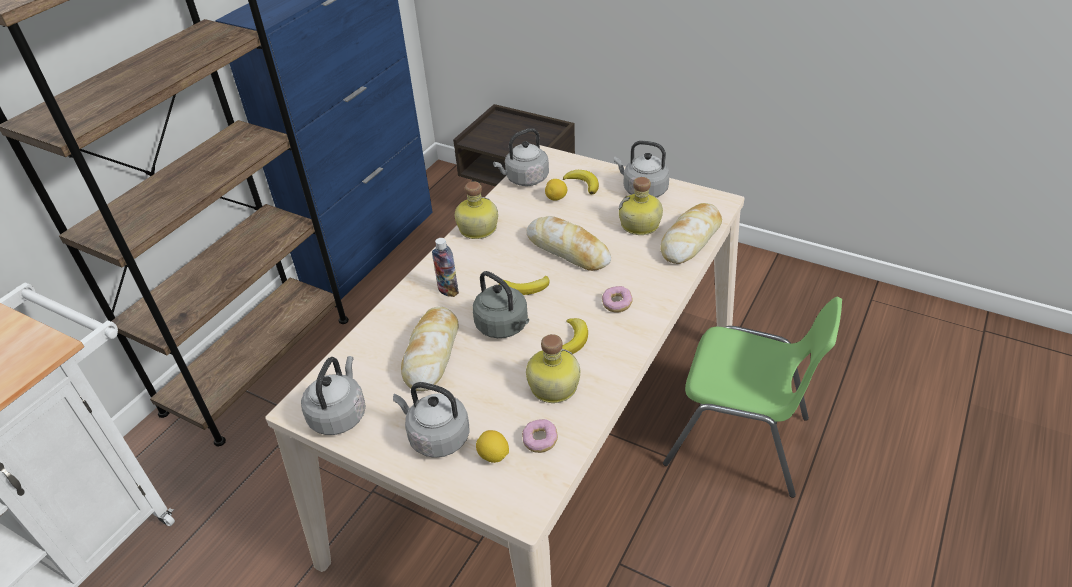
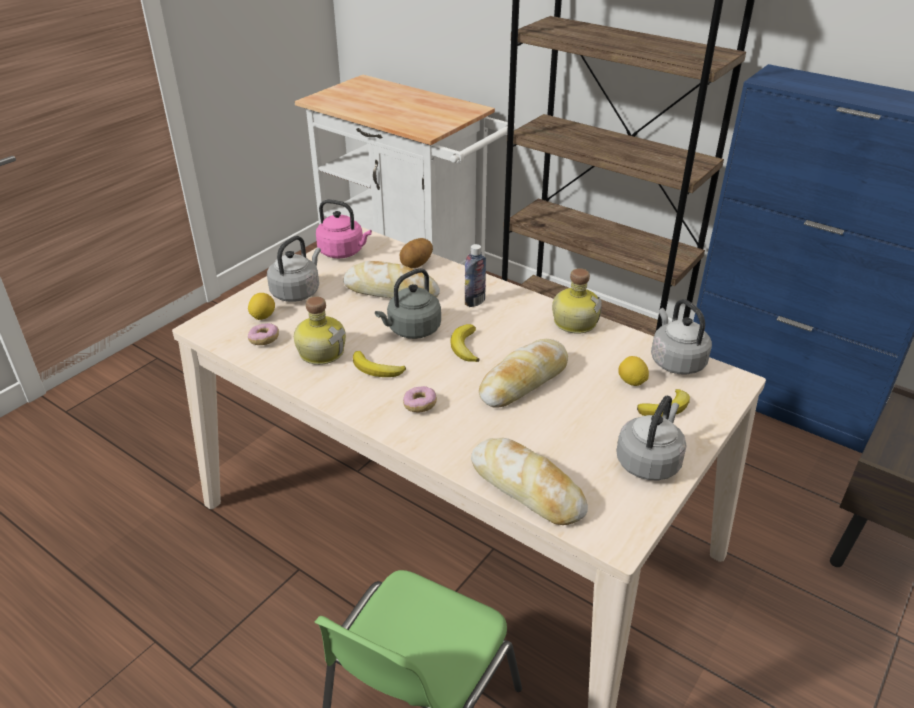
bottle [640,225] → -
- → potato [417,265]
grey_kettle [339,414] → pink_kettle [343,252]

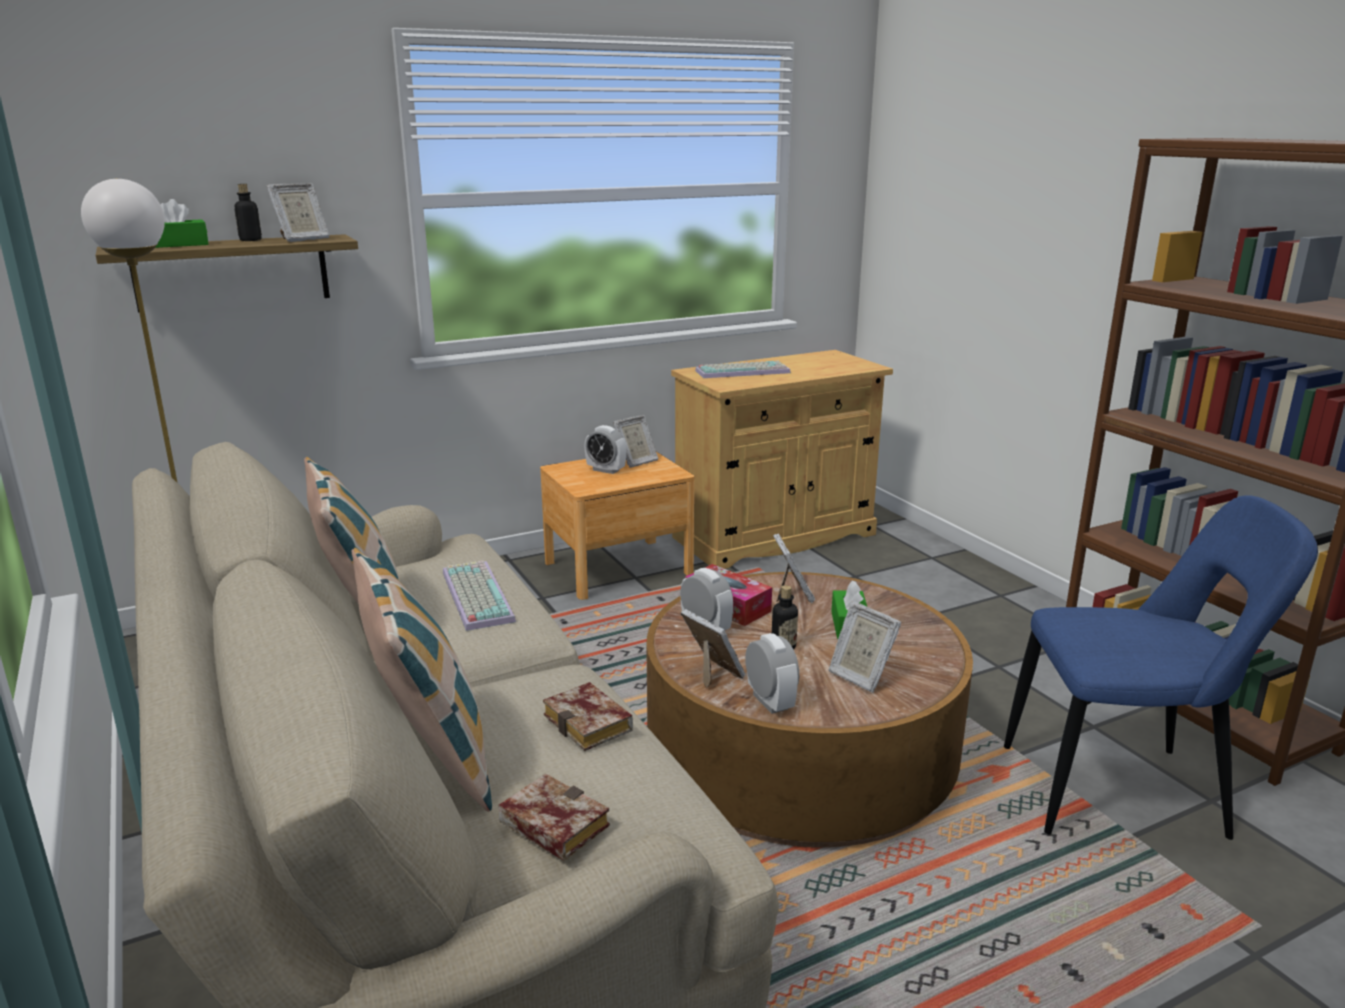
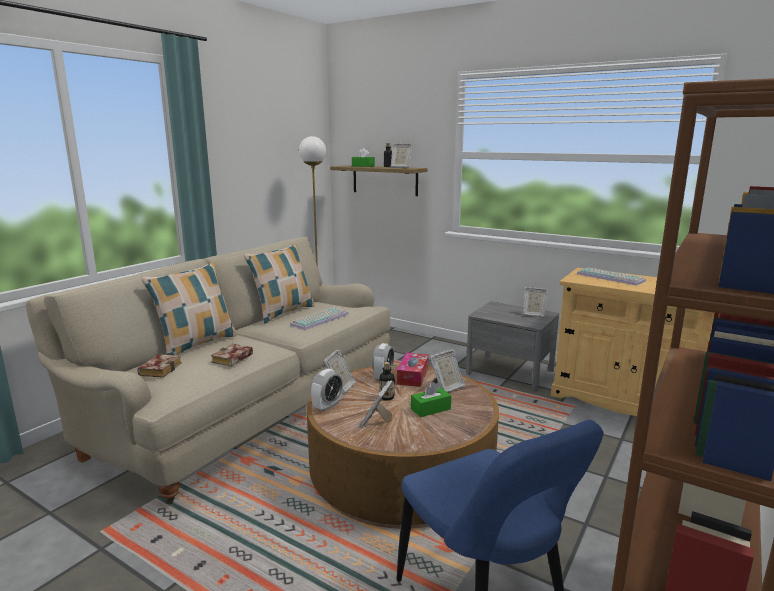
alarm_clock [606,470] → -
brown_nightstand [618,568] → grey_nightstand [510,372]

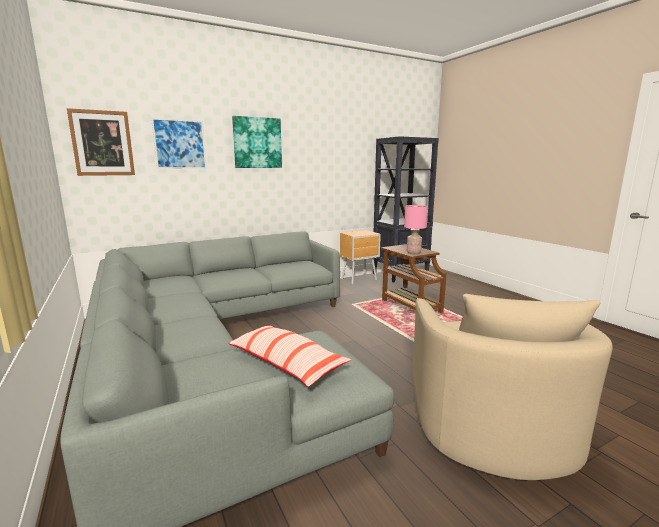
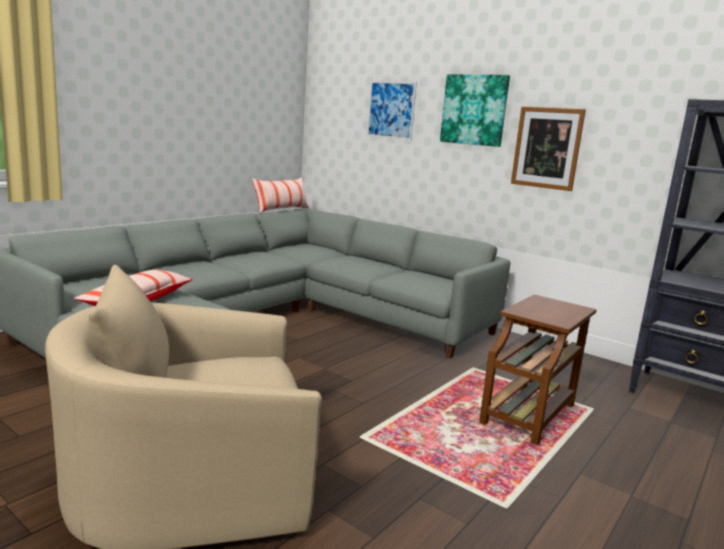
brown_nightstand [360,279] → -
pink_table_lamp [413,253] → -
- → pillow [281,210]
picture [102,143] → picture [547,148], shifted

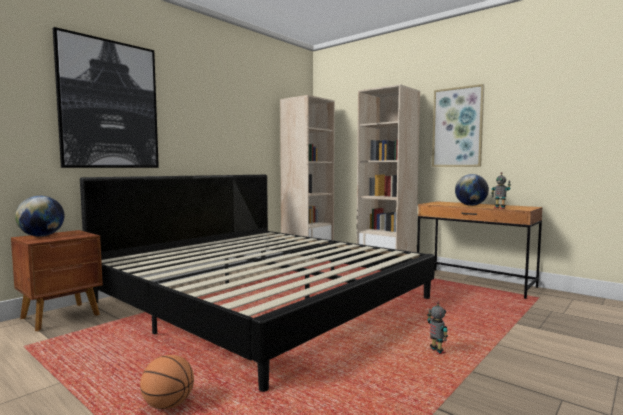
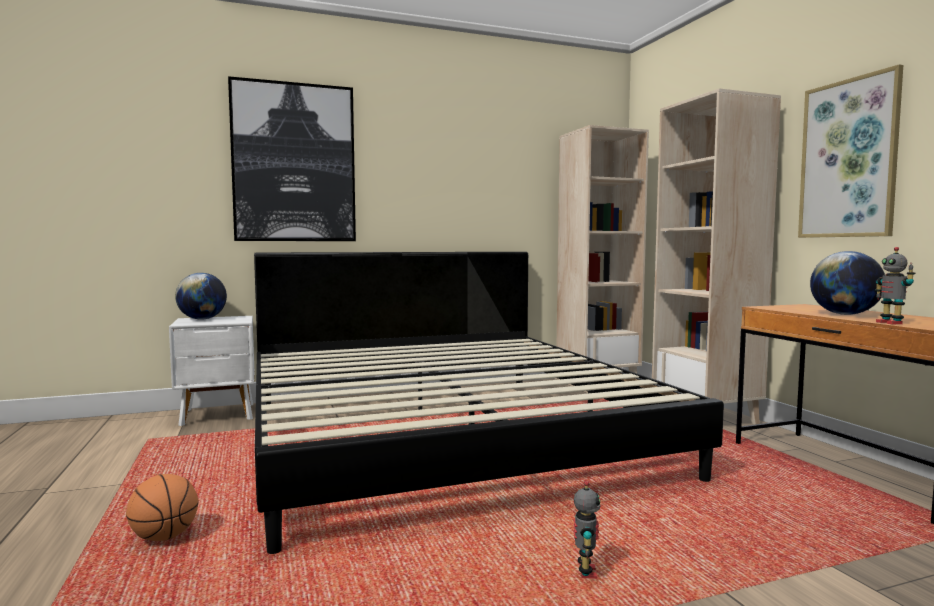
brown_nightstand [62,316] → white_nightstand [219,415]

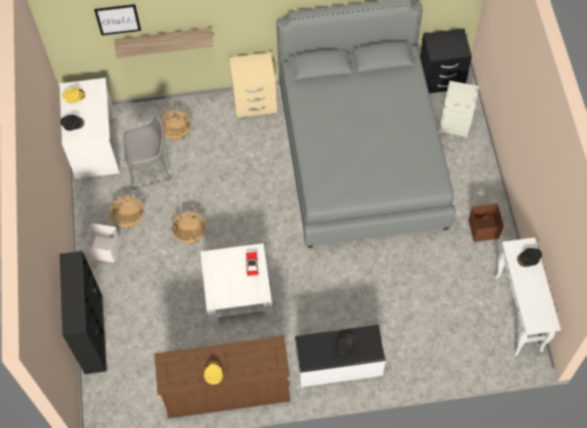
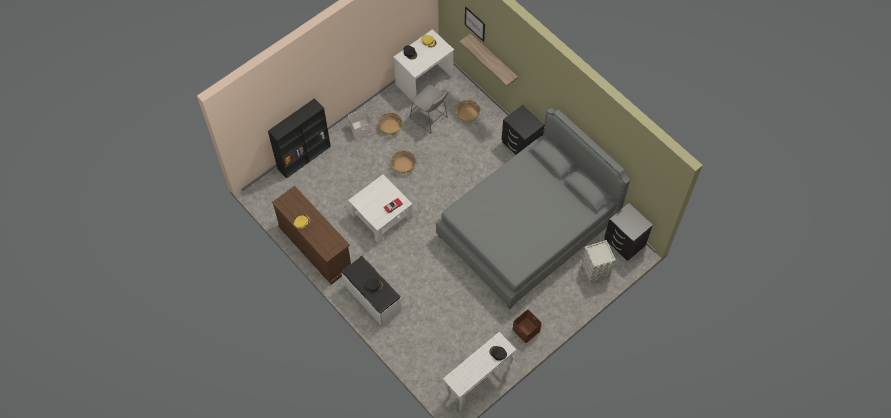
beige_nightstand [255,102] → black_nightstand [520,145]

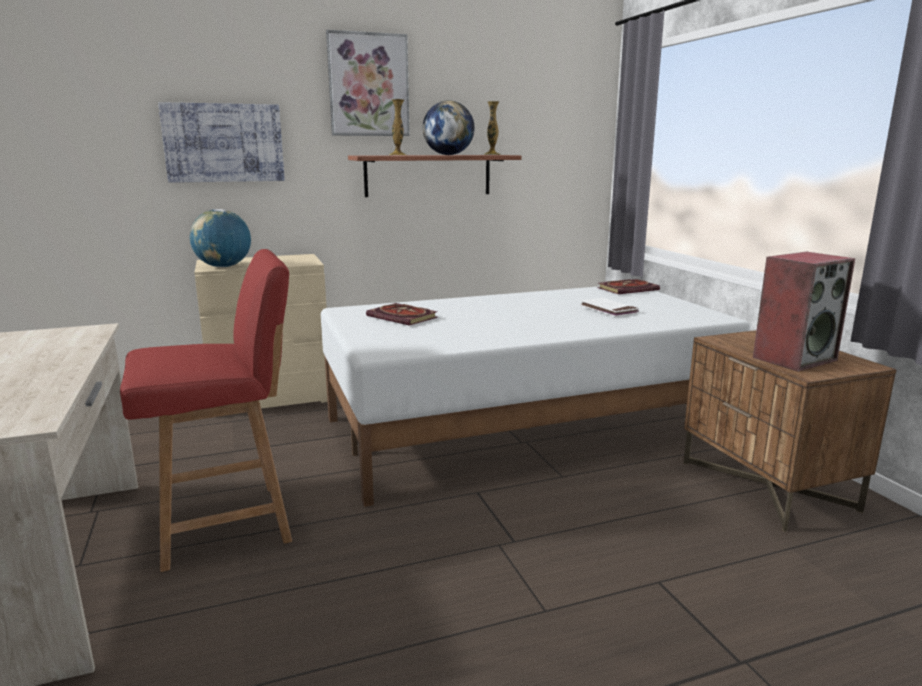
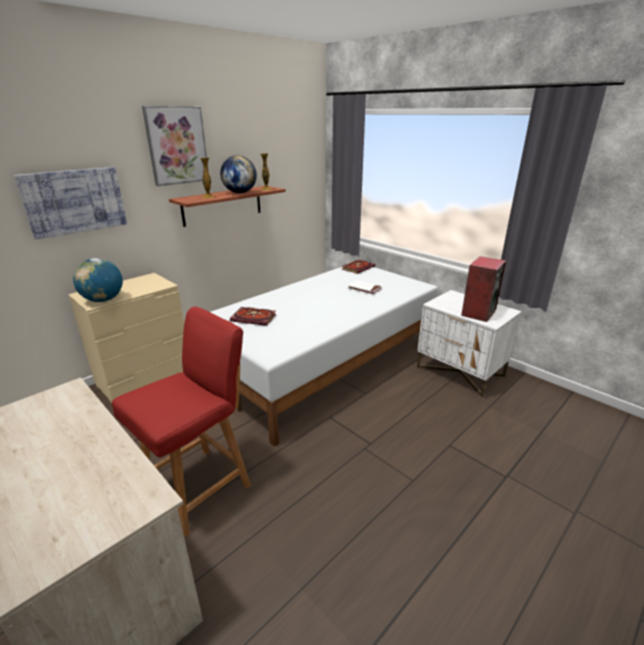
brown_nightstand [768,486] → white_nightstand [460,373]

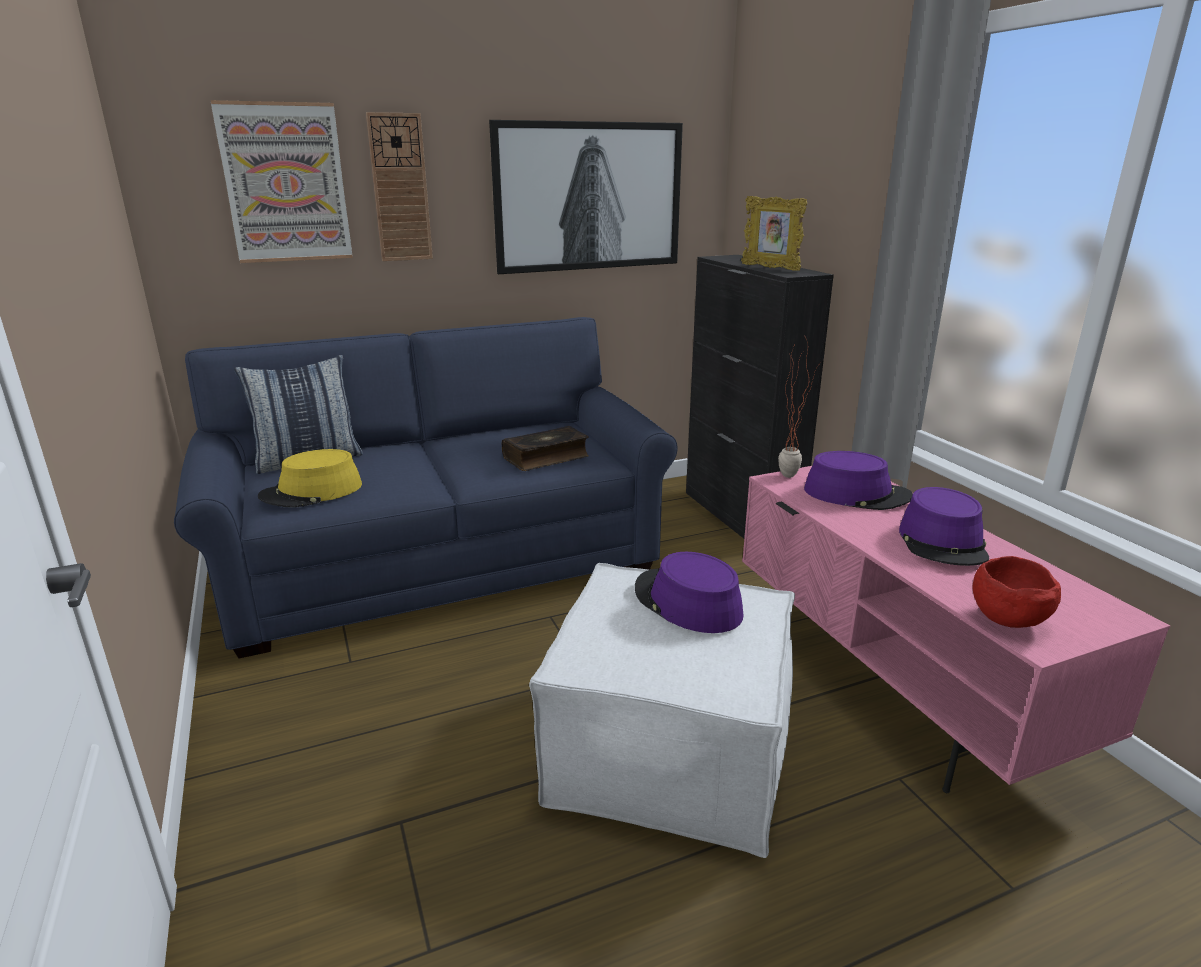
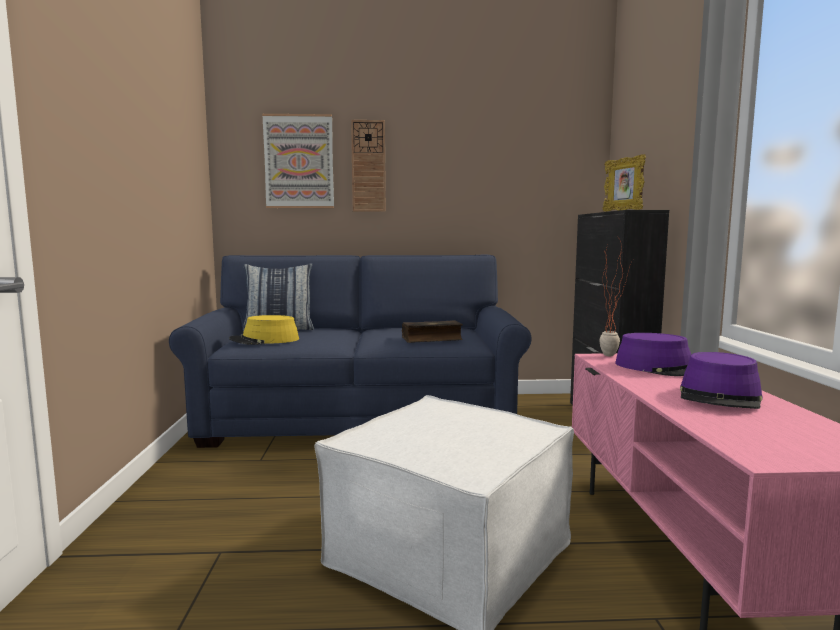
picture [589,197] → -
purple_hat [687,602] → -
red_bowl [1006,618] → -

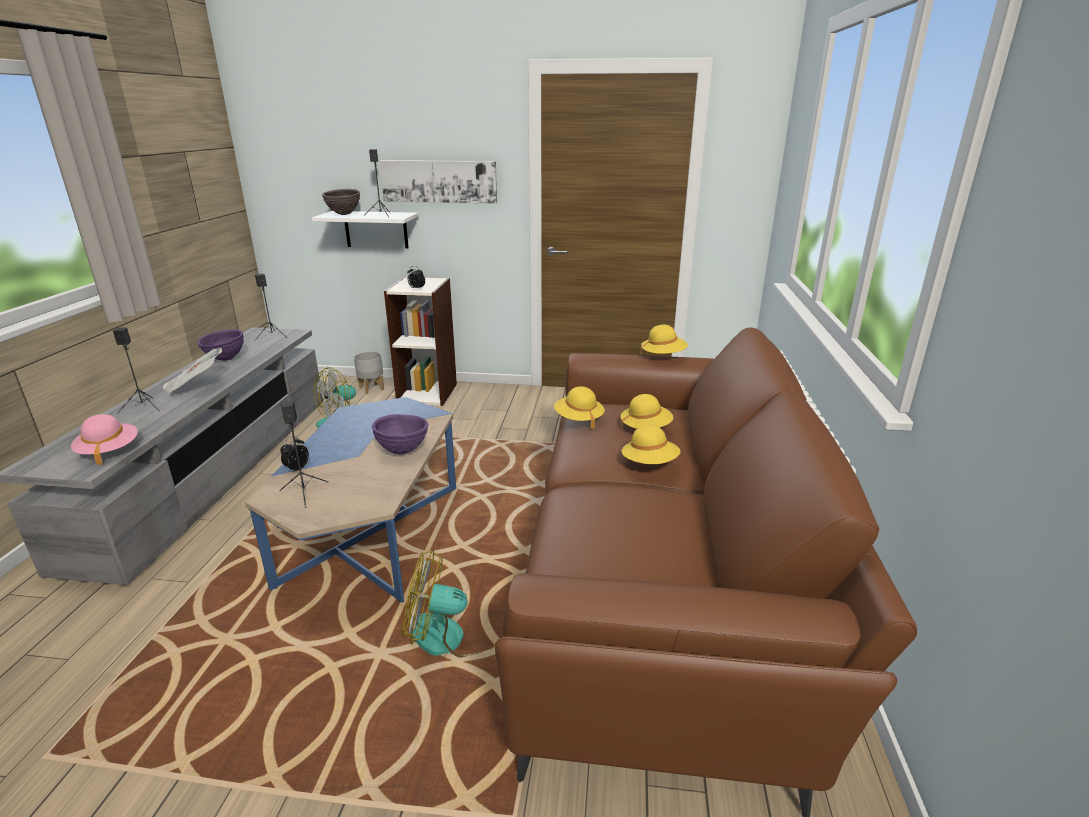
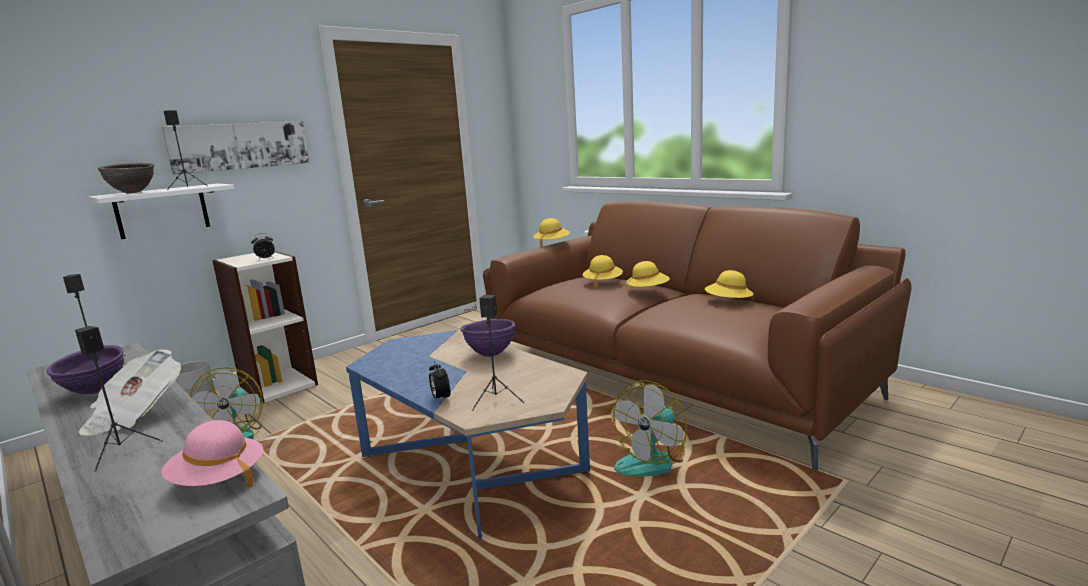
yellow_hat [578,419] → yellow_hat [728,302], shifted

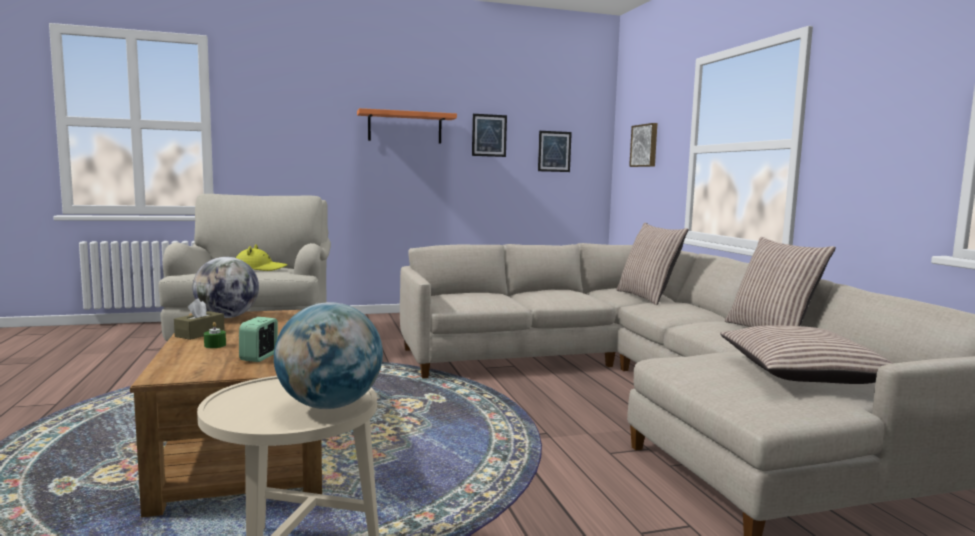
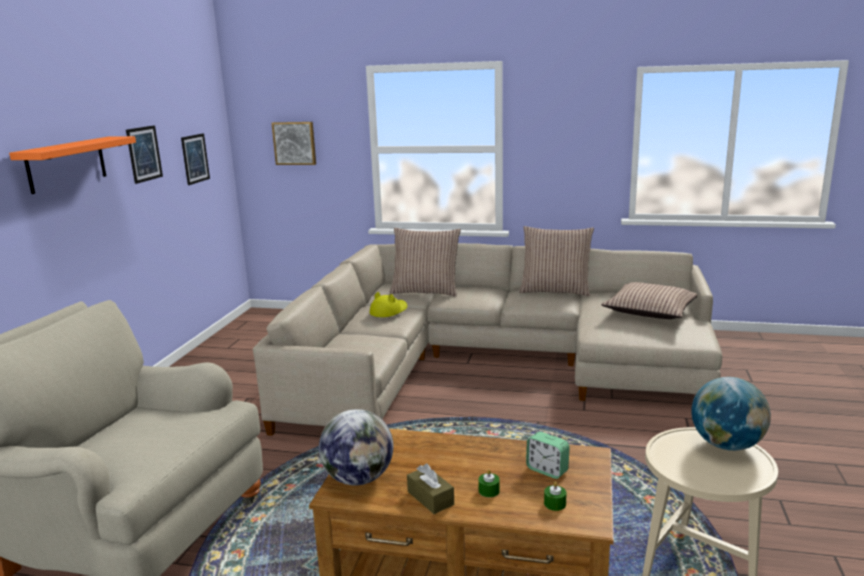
- → green_candle [555,504]
yellow_hat [260,268] → yellow_hat [388,311], shifted

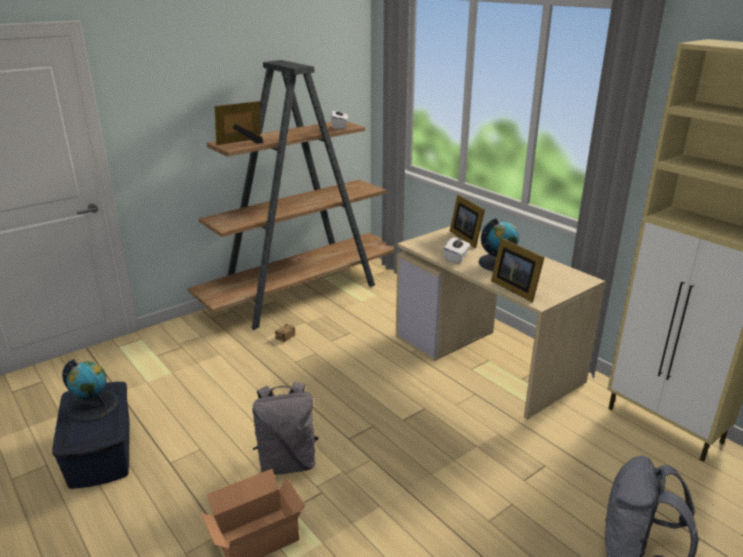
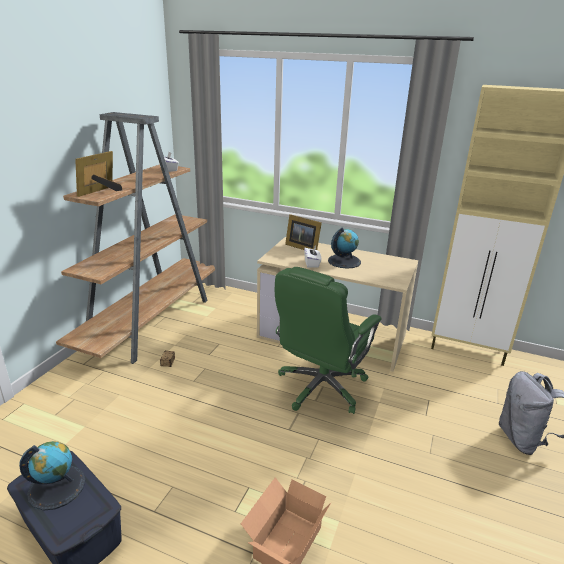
grey_backpack [287,463] → -
picture_frame [515,288] → -
- → green_office_chair [321,387]

